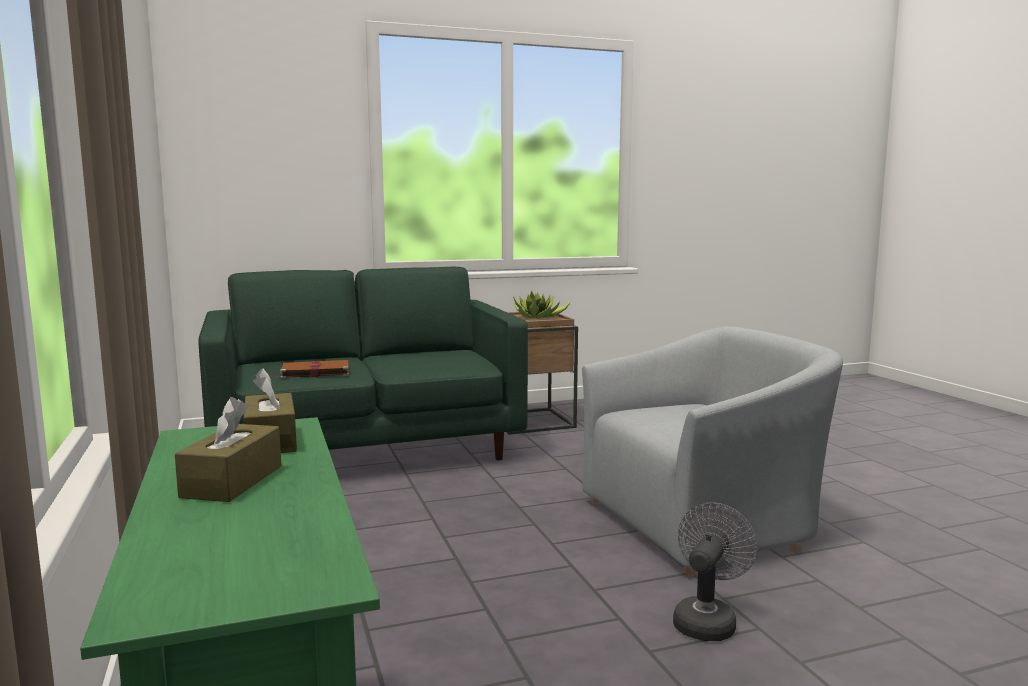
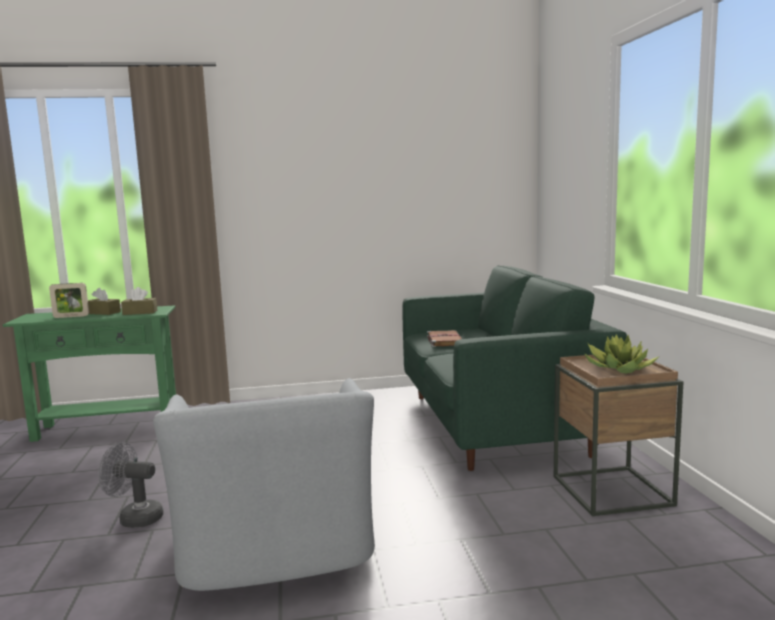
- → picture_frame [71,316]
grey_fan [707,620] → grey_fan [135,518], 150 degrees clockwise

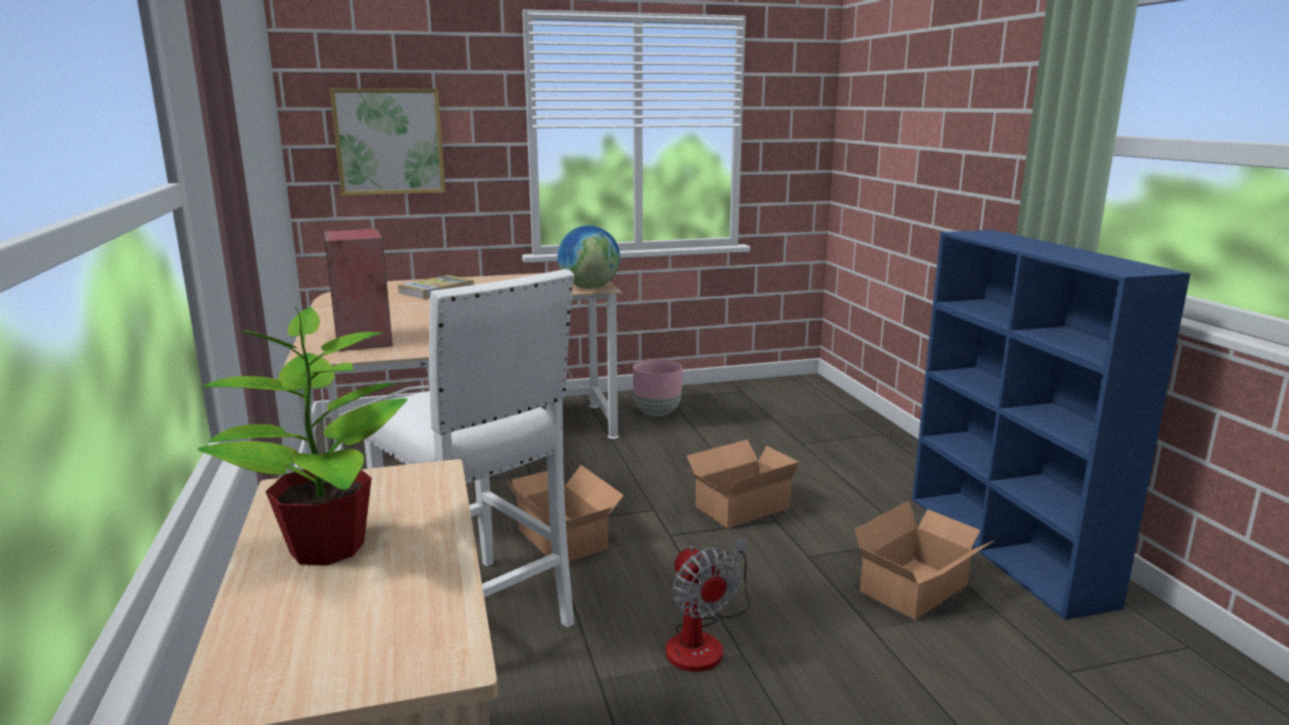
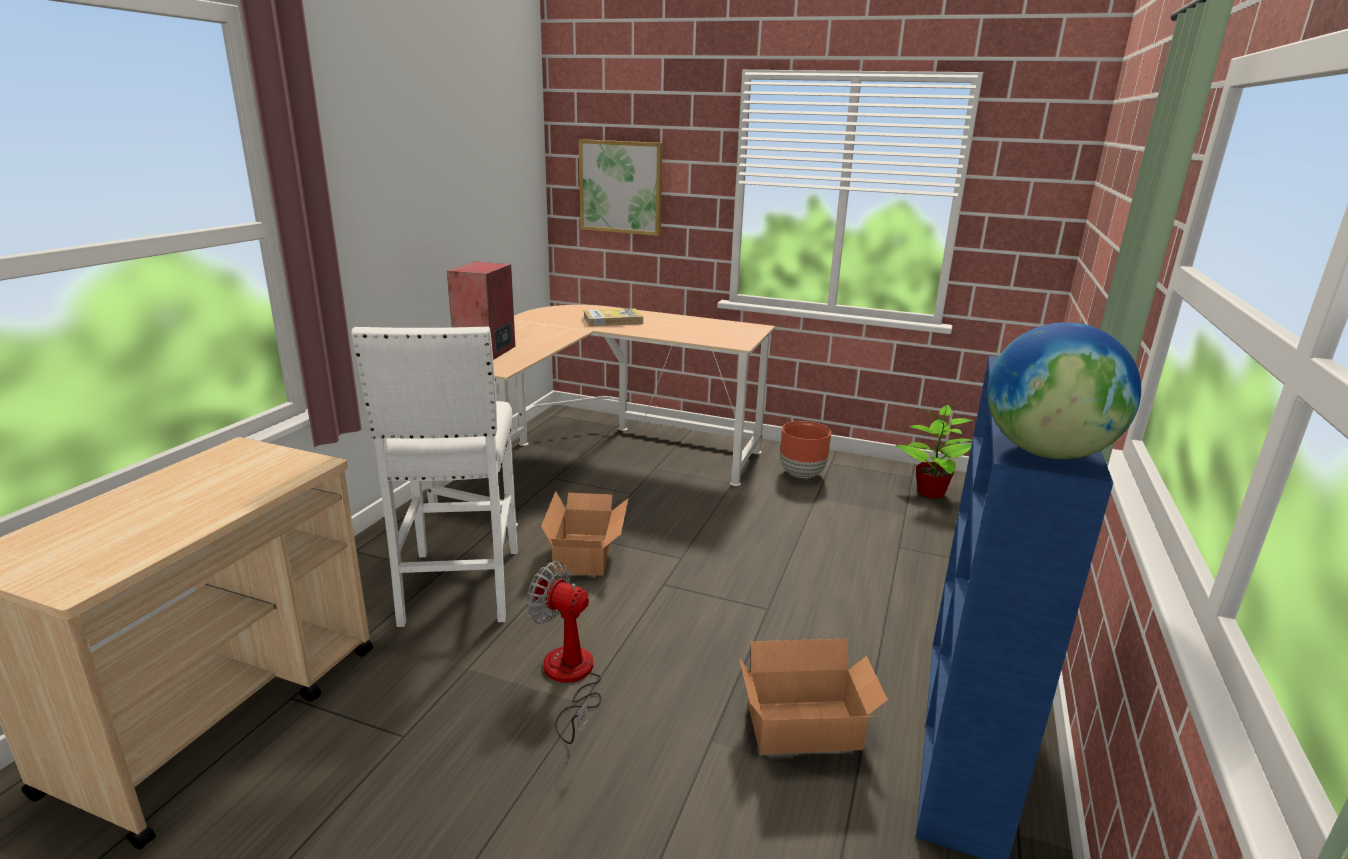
cardboard_box [738,506] → -
potted_plant [325,549] → potted_plant [930,493], shifted
globe [589,287] → globe [1047,453], shifted
pink_planter [656,413] → brown_planter [801,474]
fan [703,640] → fan [569,679], 105 degrees clockwise

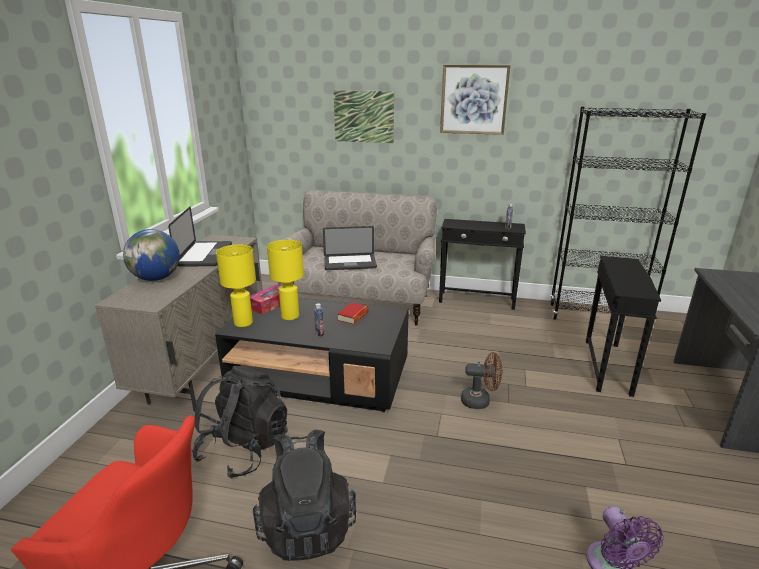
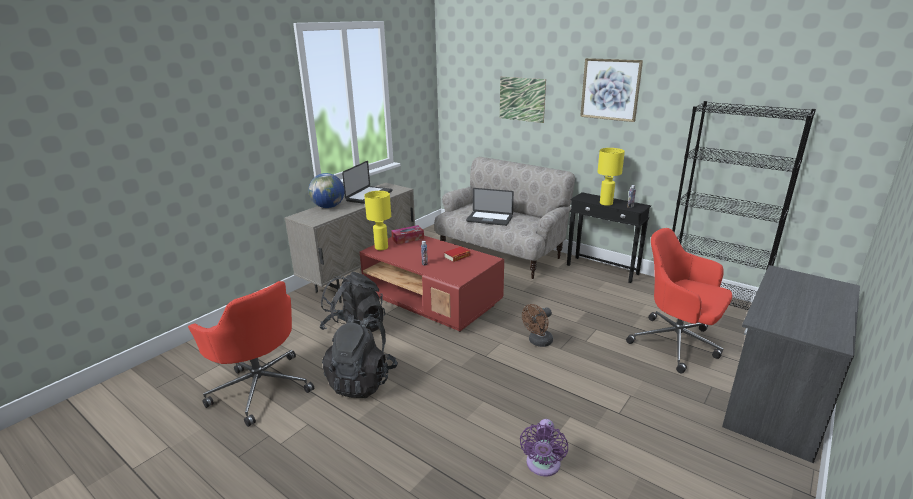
yellow_table_lamp [290,316] → yellow_table_lamp [606,203], shifted
black_side_table [608,366] → red_office_chair [677,344]
black_coffee_table [320,377] → red_coffee_table [432,300]
brown_fan [480,401] → brown_fan [538,342], 105 degrees clockwise

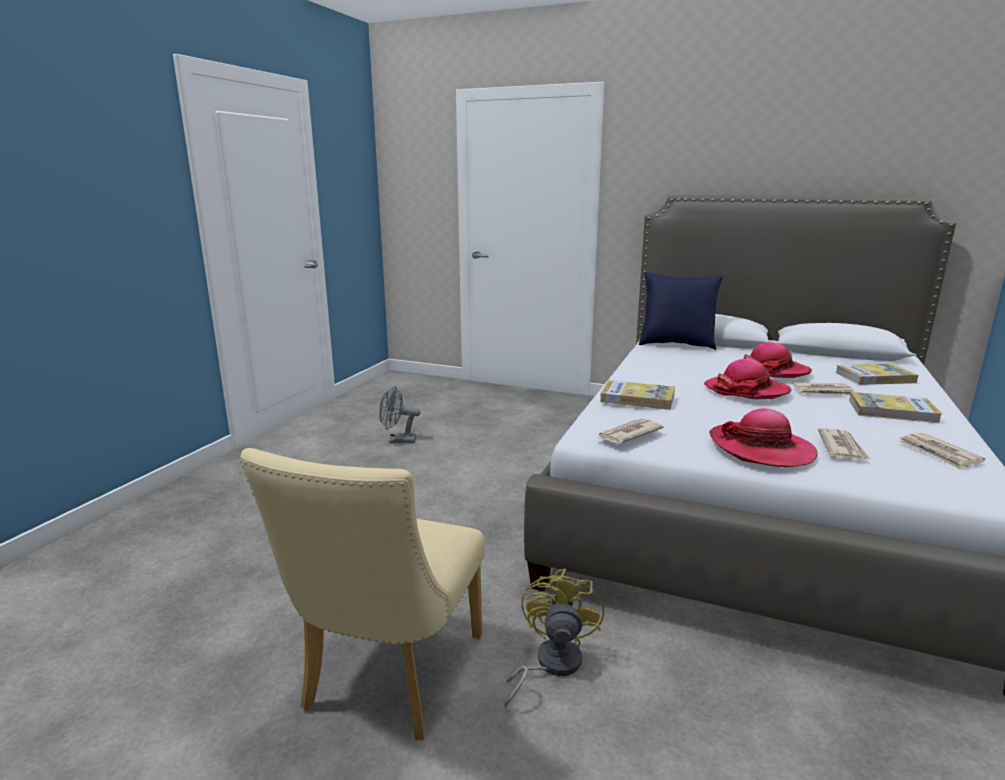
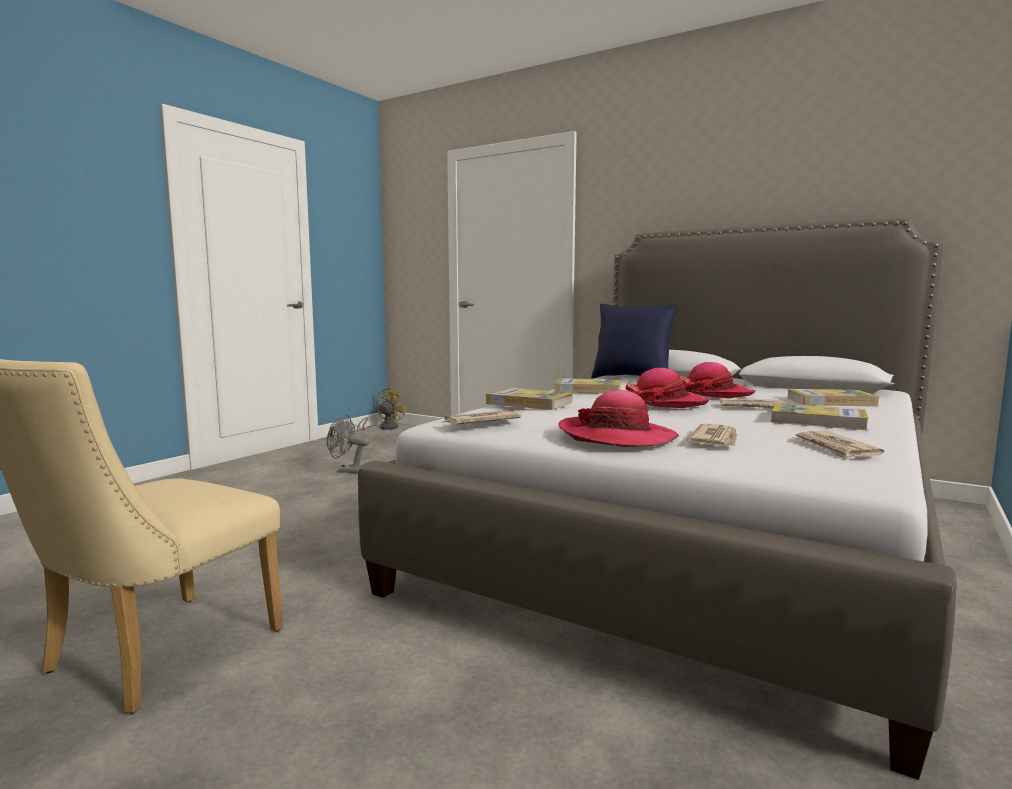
- → book [588,390]
yellow_fan [550,665] → yellow_fan [384,428], shifted

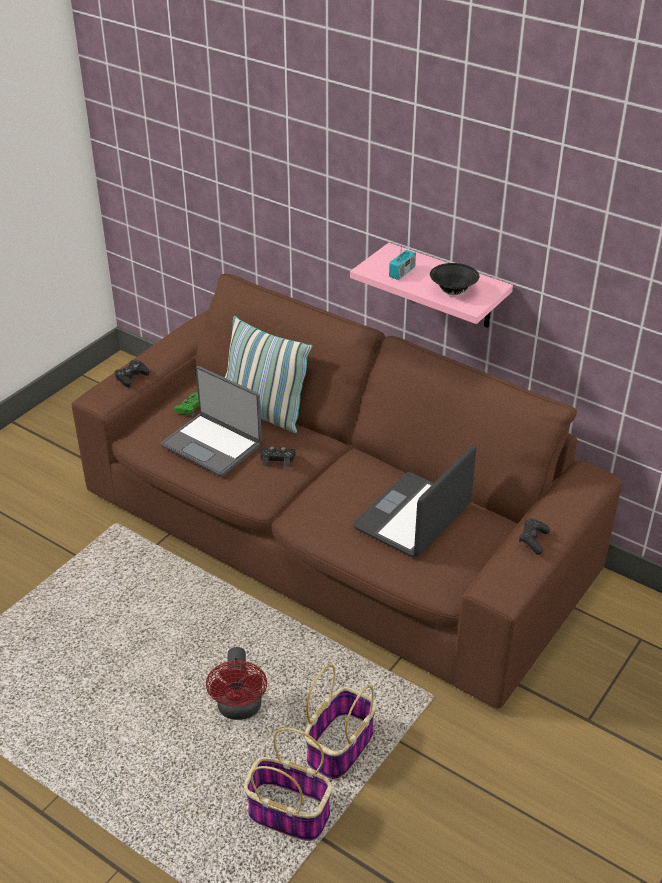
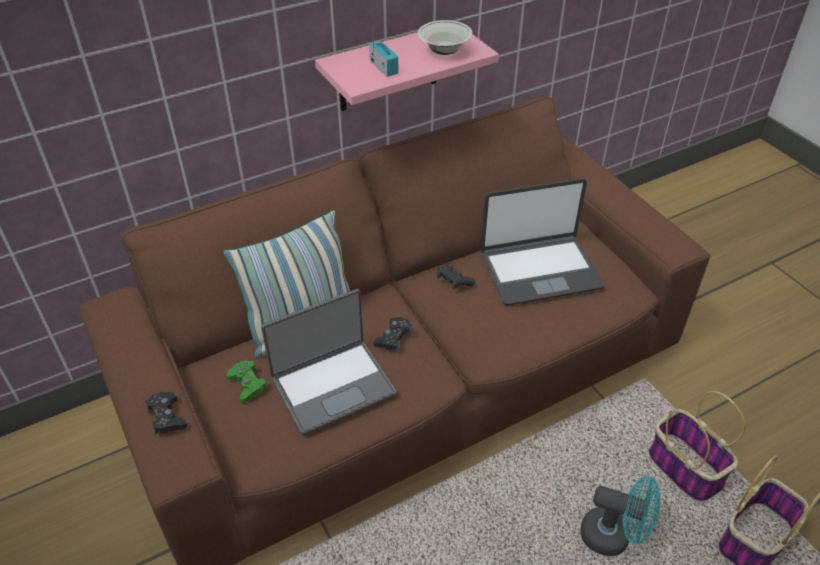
black_game_controller [533,540] → black_game_controller [453,281], shifted
red_fan [240,709] → turquoise_fan [613,536]
black_bowl [453,291] → white_bowl [444,52]
laptop [413,517] → laptop [539,270], 75 degrees counterclockwise

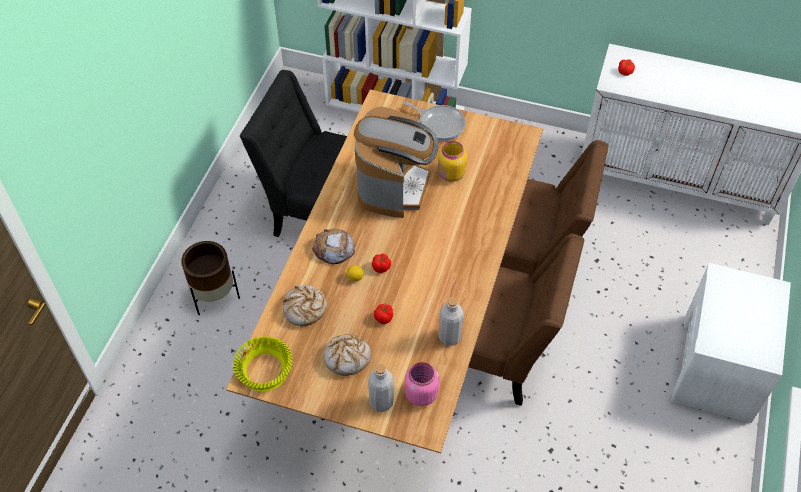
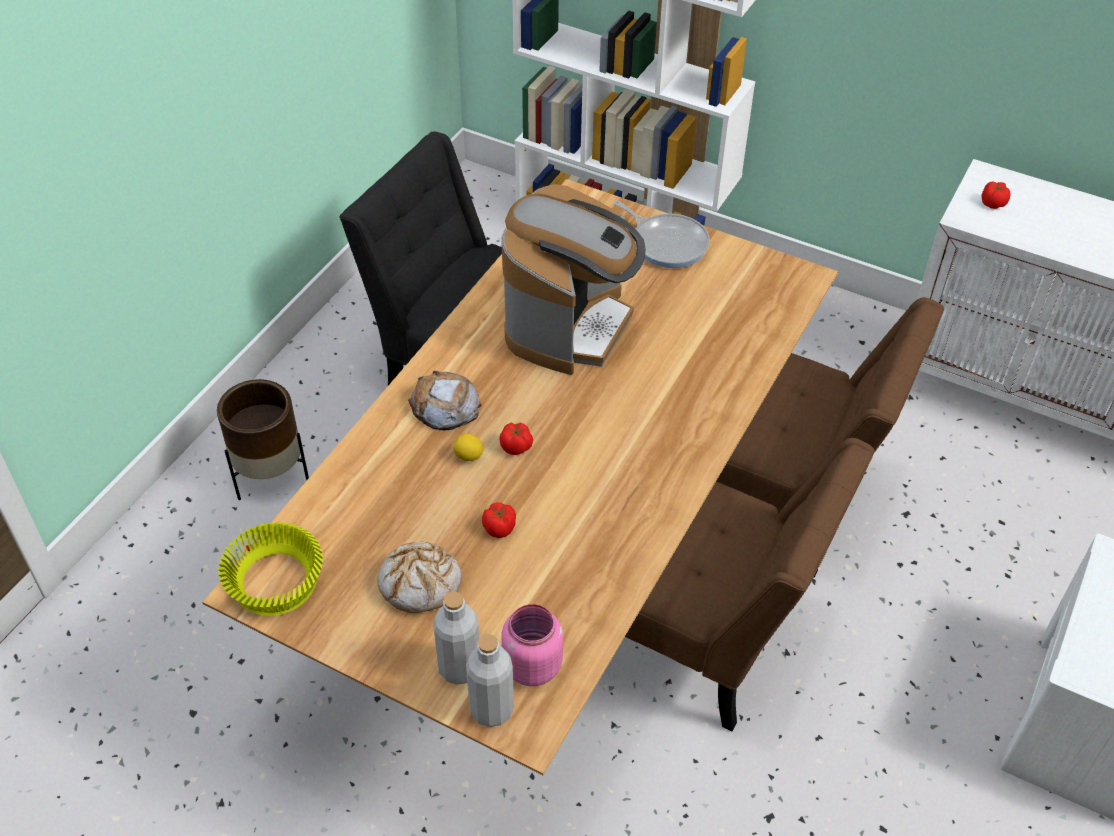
bread [304,309] → -
yellow_jar [450,175] → -
grey_bottle [449,337] → grey_bottle [491,709], shifted

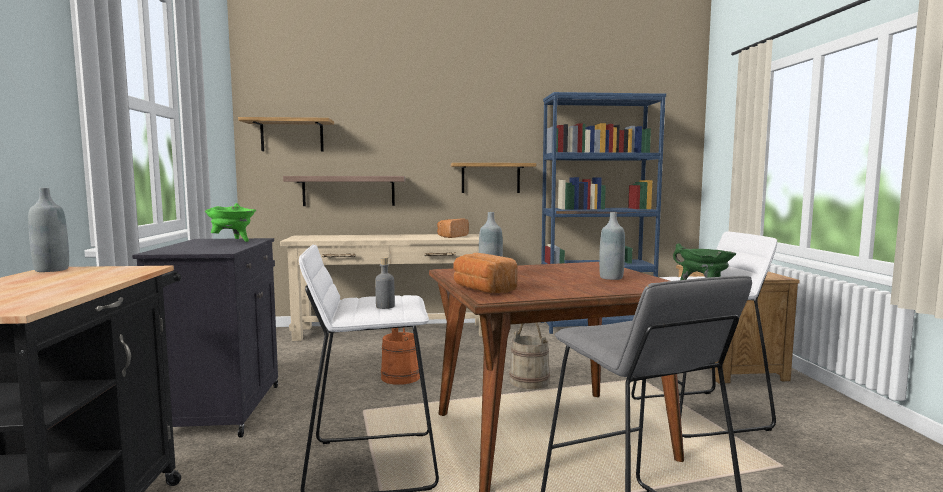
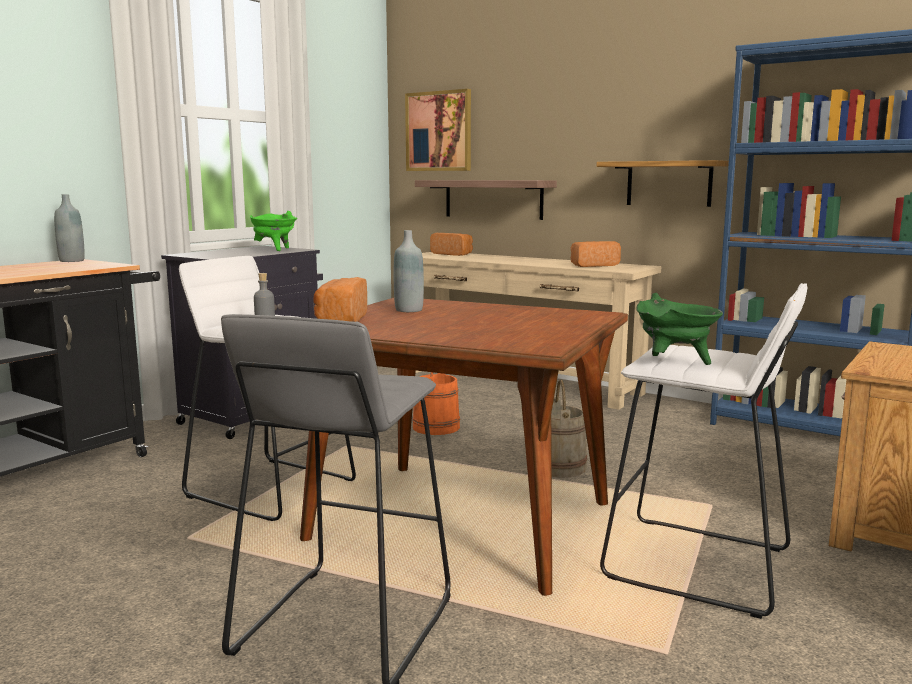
grey_bottle [611,278] → -
- → bread [453,254]
shelf [292,136] → picture [439,131]

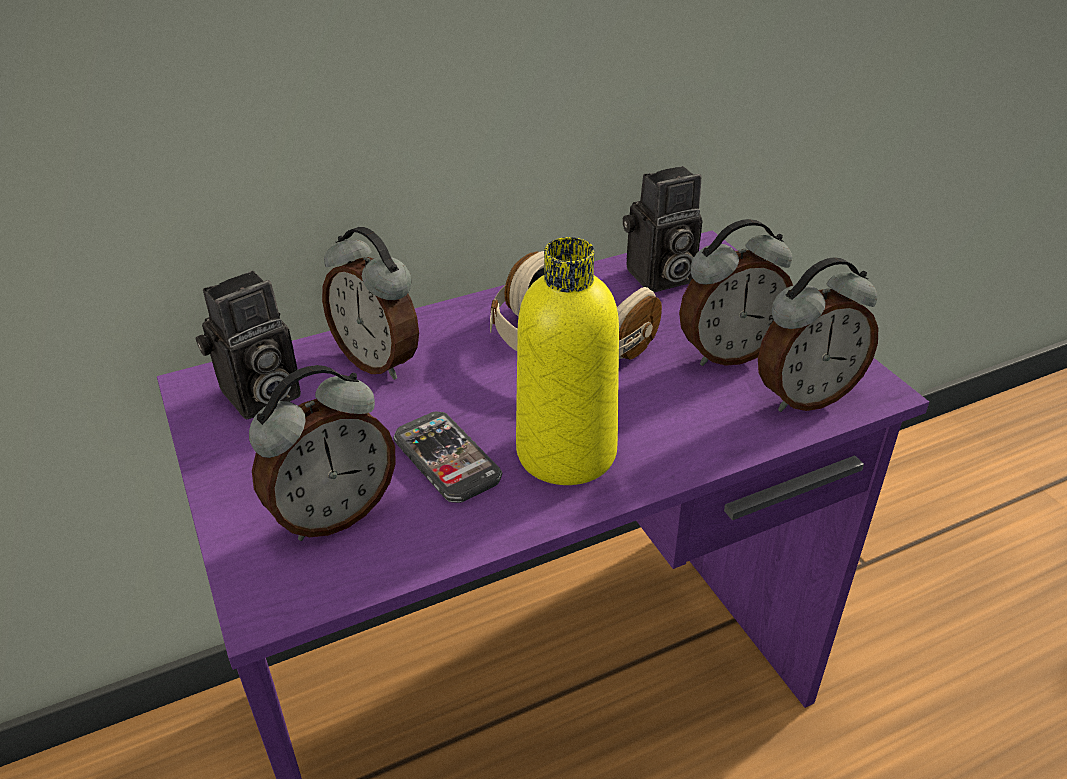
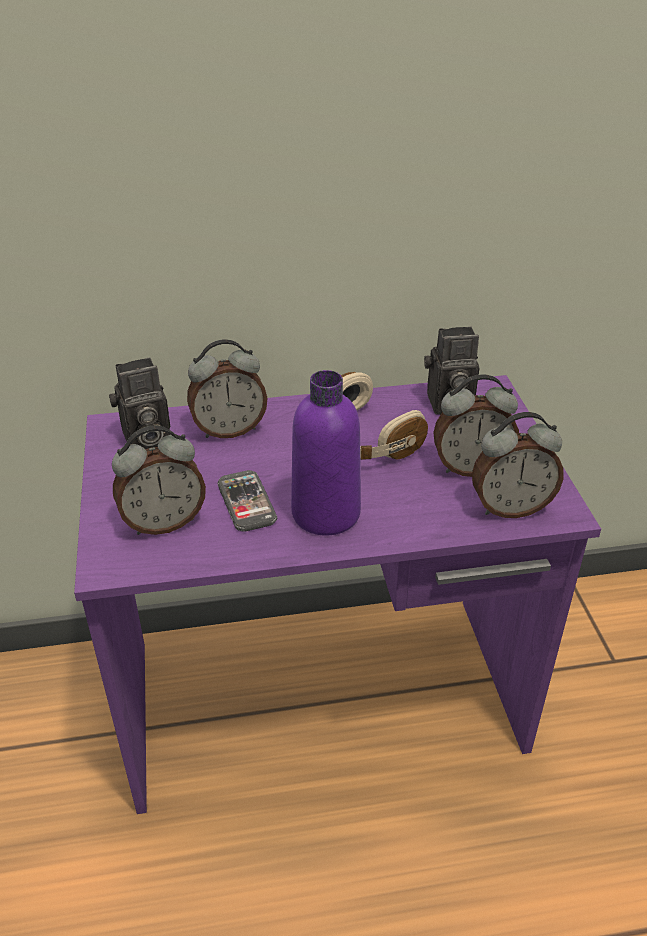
yellow_bottle [566,452] → purple_bottle [326,513]
alarm_clock [379,360] → alarm_clock [229,430], 75 degrees counterclockwise

